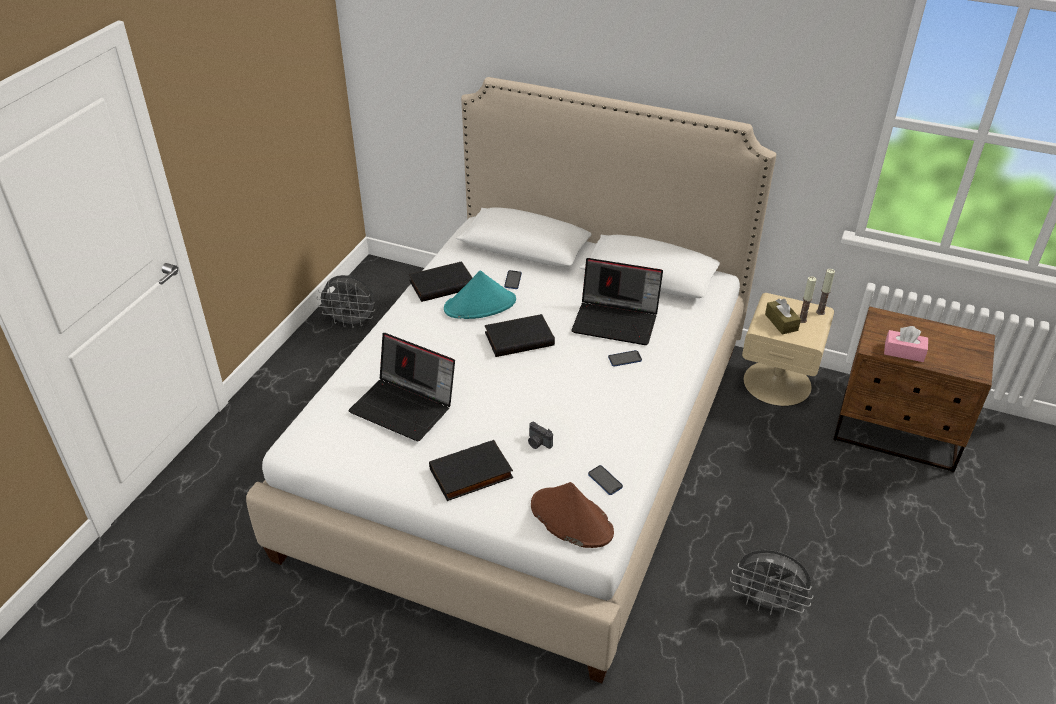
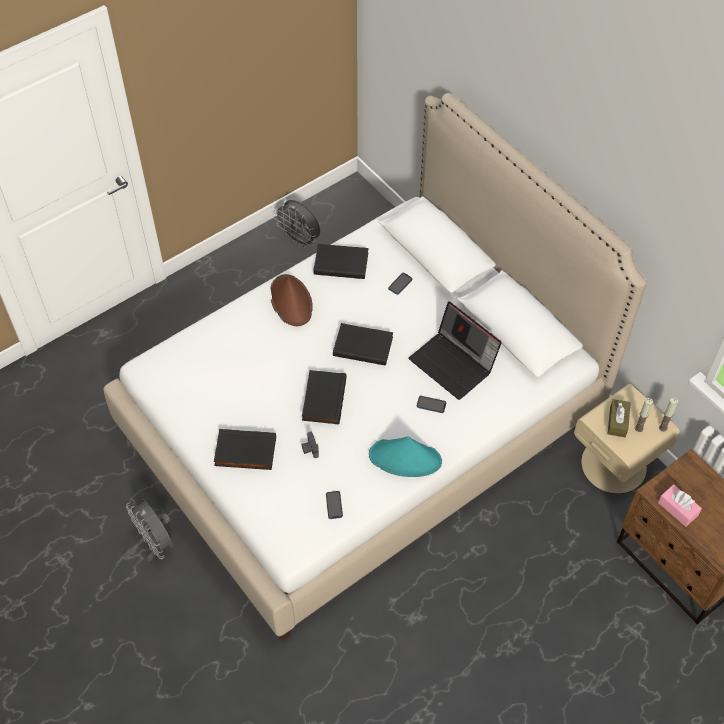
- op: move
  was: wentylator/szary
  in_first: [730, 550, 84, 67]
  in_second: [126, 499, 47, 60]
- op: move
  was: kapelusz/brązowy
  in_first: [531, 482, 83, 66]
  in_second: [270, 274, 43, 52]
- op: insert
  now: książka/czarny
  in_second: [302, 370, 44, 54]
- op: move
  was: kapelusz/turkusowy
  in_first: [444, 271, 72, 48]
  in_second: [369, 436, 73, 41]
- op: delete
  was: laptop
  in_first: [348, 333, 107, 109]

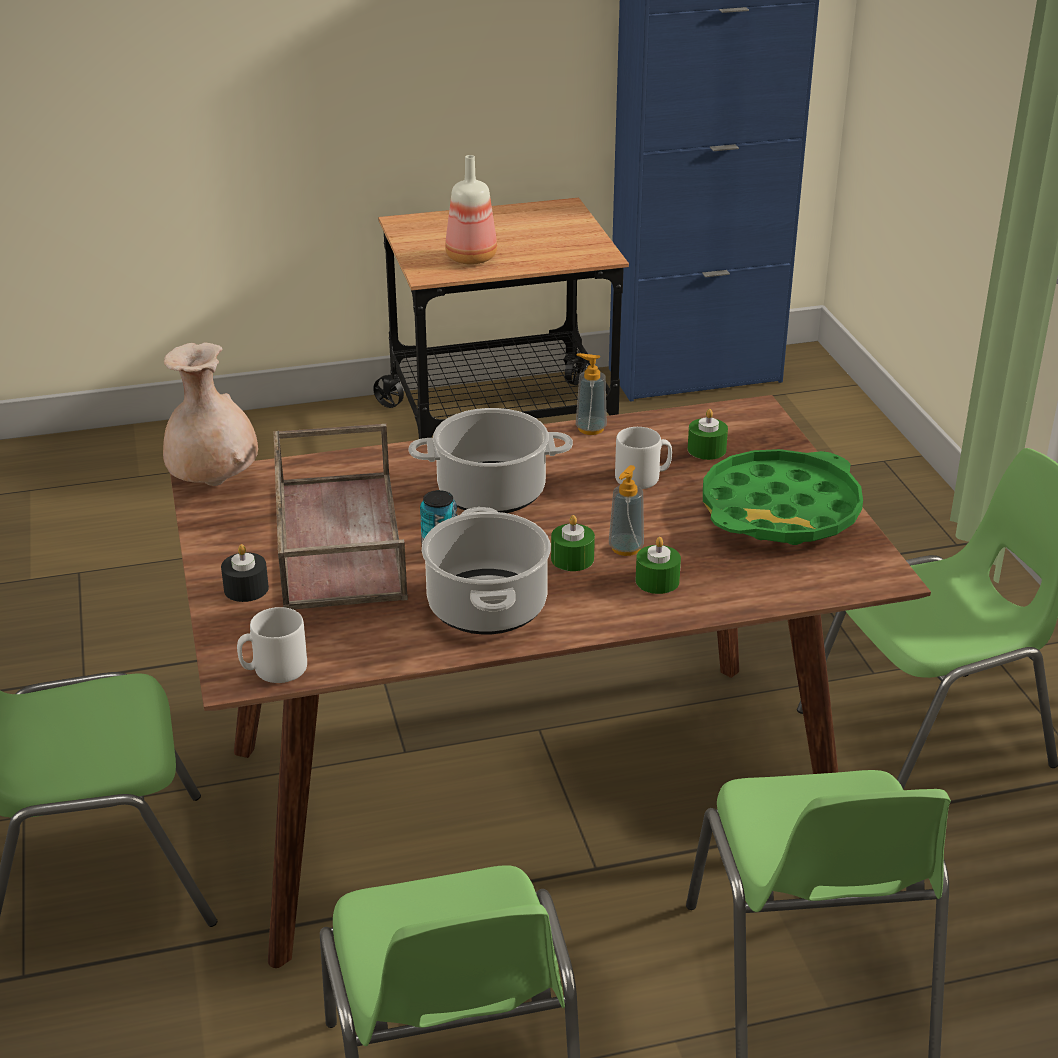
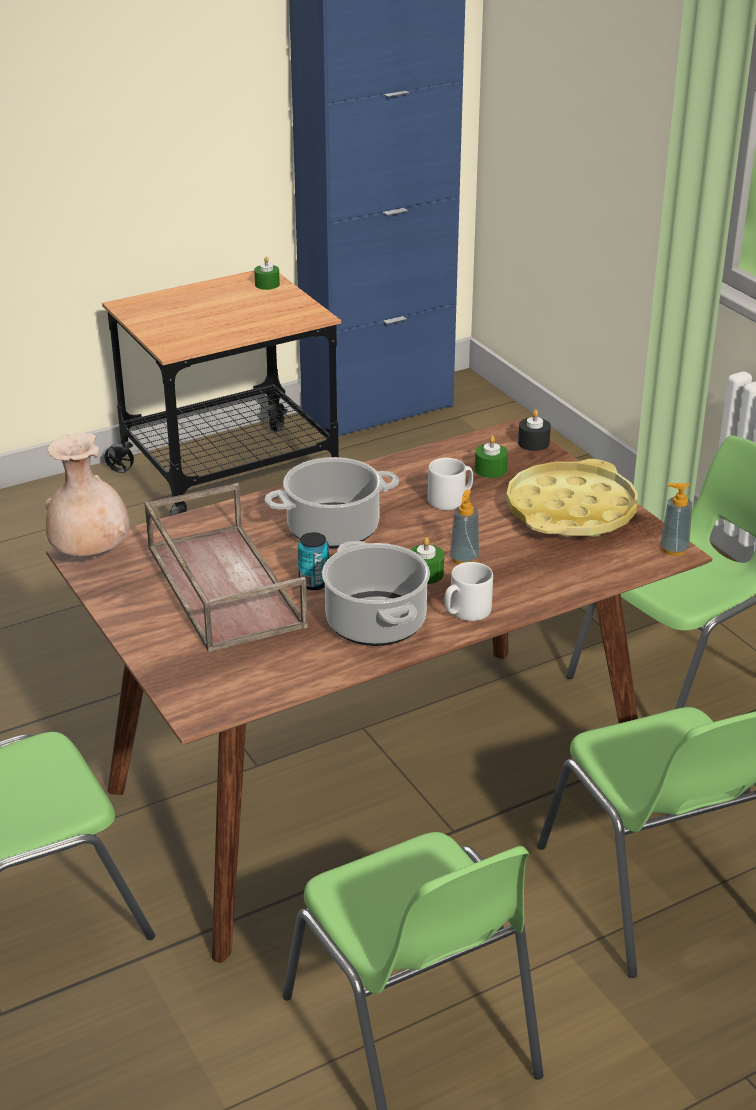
- op: move
  was: świeca/zielony
  in_first: [636, 537, 45, 57]
  in_second: [254, 257, 26, 33]
- op: move
  was: kubek/szary
  in_first: [237, 607, 70, 76]
  in_second: [445, 562, 48, 59]
- op: recolor
  was: taca/zielony
  now: taca/żółty
  in_first: [703, 449, 160, 96]
  in_second: [506, 459, 132, 78]
- op: move
  was: świeca/czarny
  in_first: [221, 544, 48, 58]
  in_second: [518, 410, 33, 41]
- op: move
  was: dozownik mydła
  in_first: [576, 353, 31, 82]
  in_second: [660, 483, 32, 73]
- op: delete
  was: butelka
  in_first: [445, 155, 52, 110]

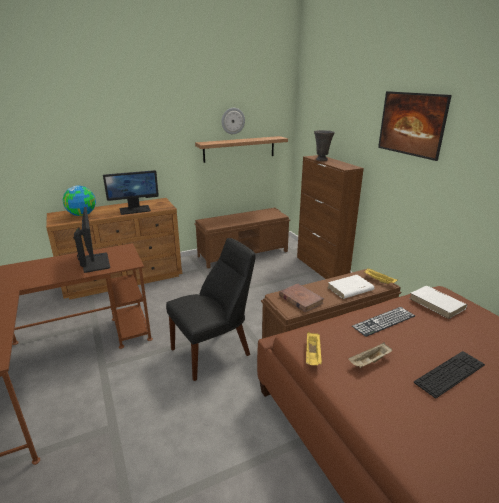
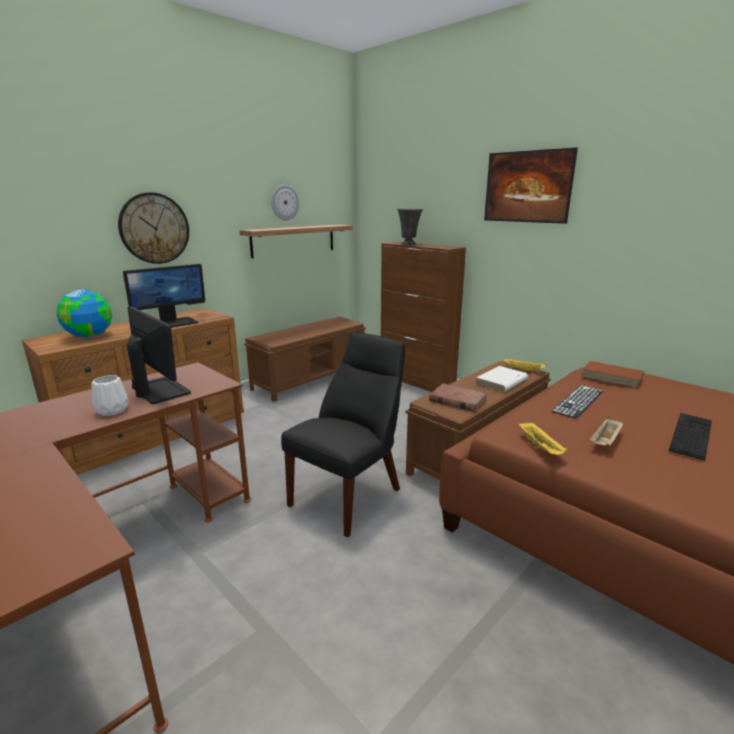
- op: insert
  now: wazon/biały
  in_second: [91, 375, 38, 41]
- op: insert
  now: zegar ścienny
  in_second: [118, 192, 71, 72]
- op: recolor
  was: książka/biały
  now: książka/brązowy
  in_first: [409, 286, 58, 33]
  in_second: [581, 361, 63, 27]

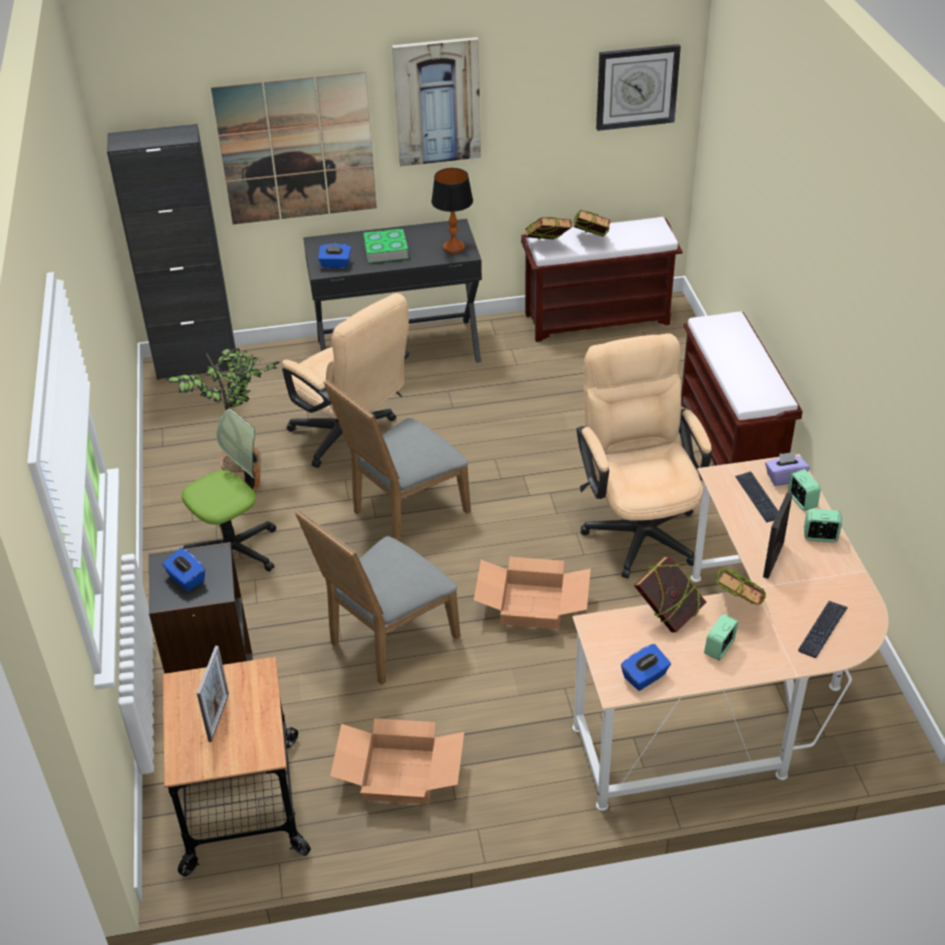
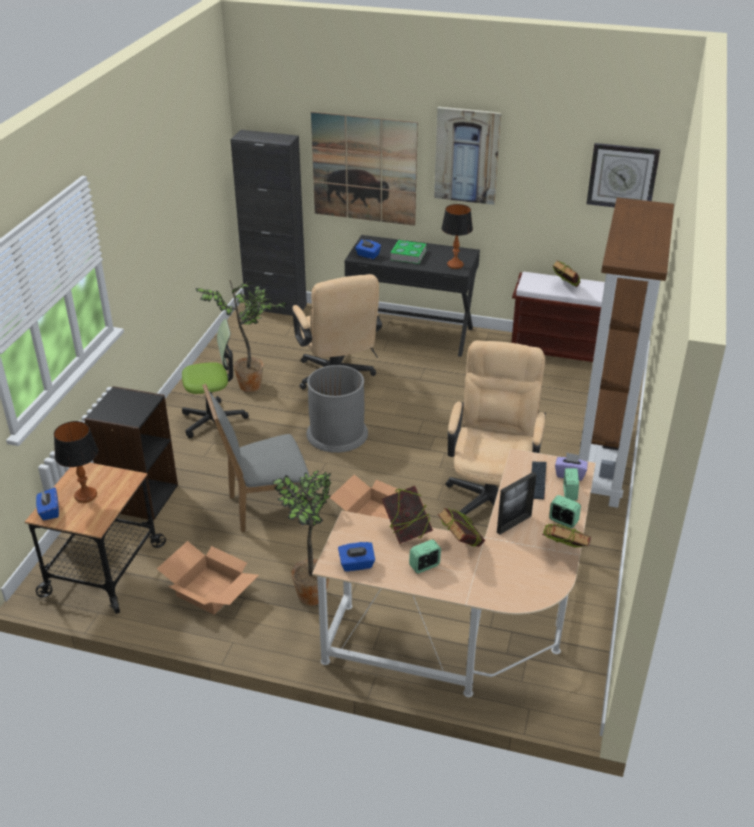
- op: move
  was: pudełko chusteczek/niebieski
  in_first: [162, 548, 43, 43]
  in_second: [36, 487, 23, 33]
- op: replace
  was: ramka na zdjęcie
  now: lampa stołowa
  in_first: [197, 646, 32, 96]
  in_second: [54, 421, 44, 82]
- op: insert
  now: roślina doniczkowa
  in_second: [272, 470, 60, 136]
- op: replace
  was: krzesło/szary
  now: kosz na śmieci/szary
  in_first: [324, 380, 147, 162]
  in_second: [306, 365, 62, 88]
- op: move
  was: książka
  in_first: [525, 216, 47, 24]
  in_second: [542, 524, 49, 23]
- op: replace
  was: ławka/brązowy
  now: regał/brązowy
  in_first: [681, 312, 122, 154]
  in_second: [579, 198, 95, 310]
- op: delete
  was: klawiatura
  in_first: [798, 601, 50, 57]

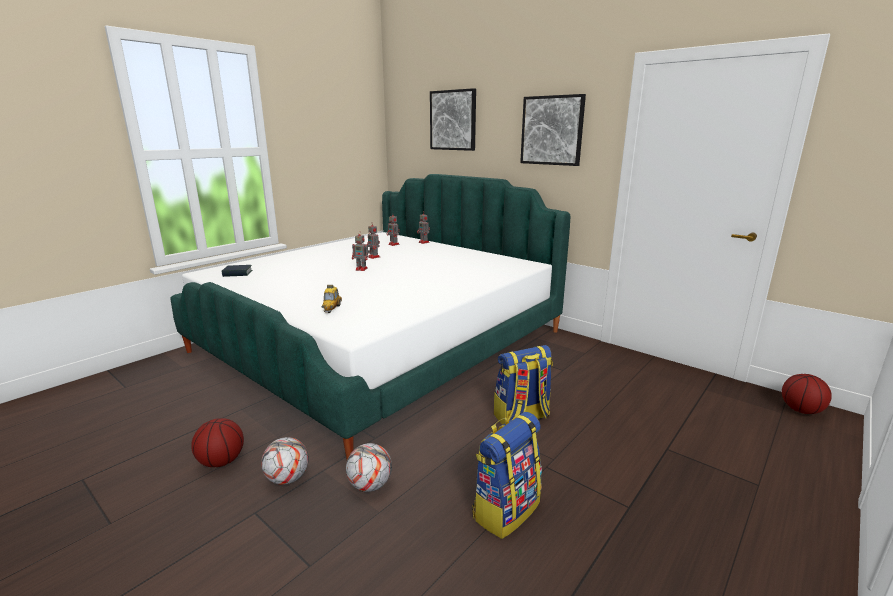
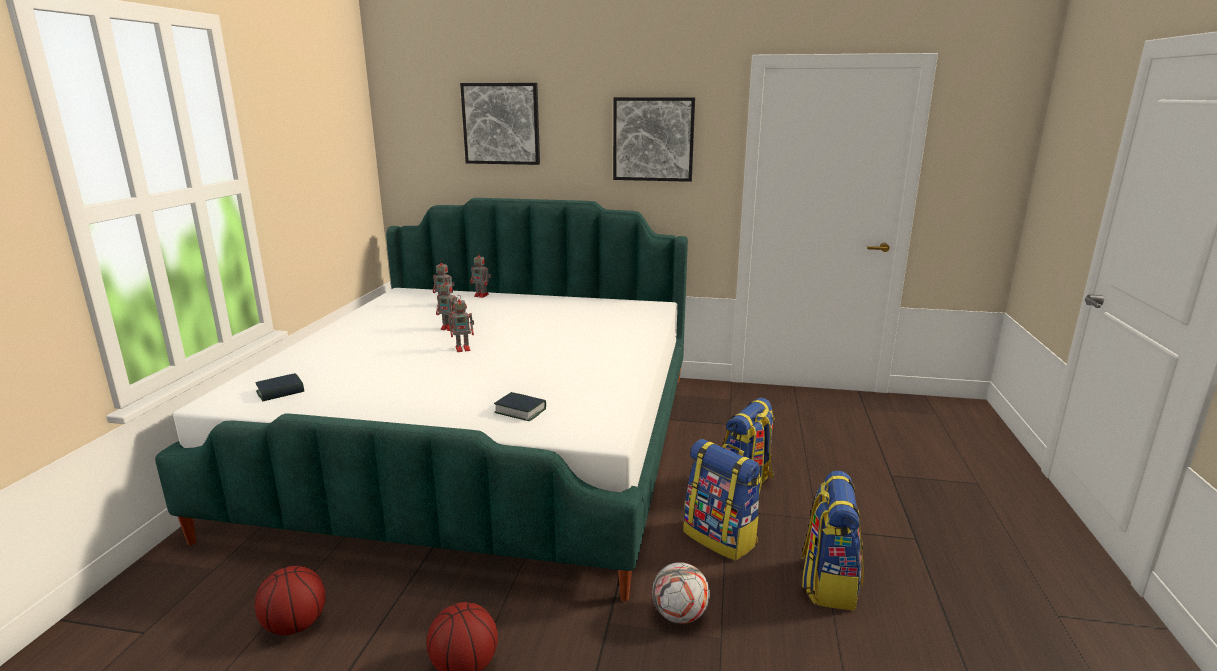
- op: move
  was: piłka do koszykówki
  in_first: [782, 374, 50, 40]
  in_second: [255, 566, 71, 69]
- op: replace
  was: samochodzik
  now: książka
  in_first: [322, 285, 20, 28]
  in_second: [494, 392, 52, 29]
- op: insert
  now: plecak
  in_second: [683, 439, 79, 122]
- op: delete
  was: piłka futbolowa
  in_first: [261, 437, 48, 48]

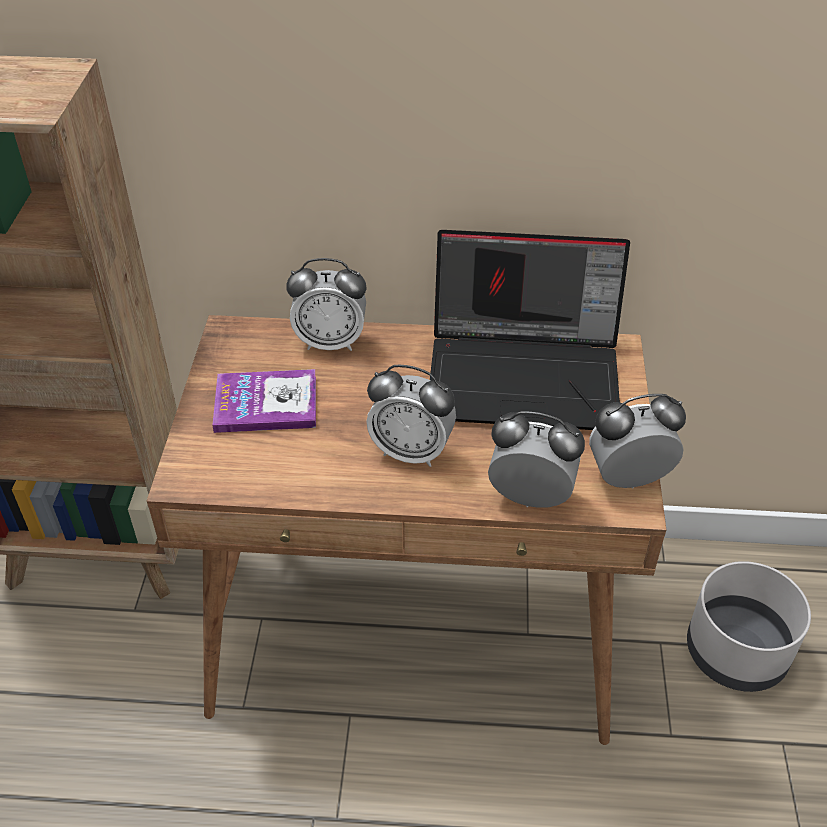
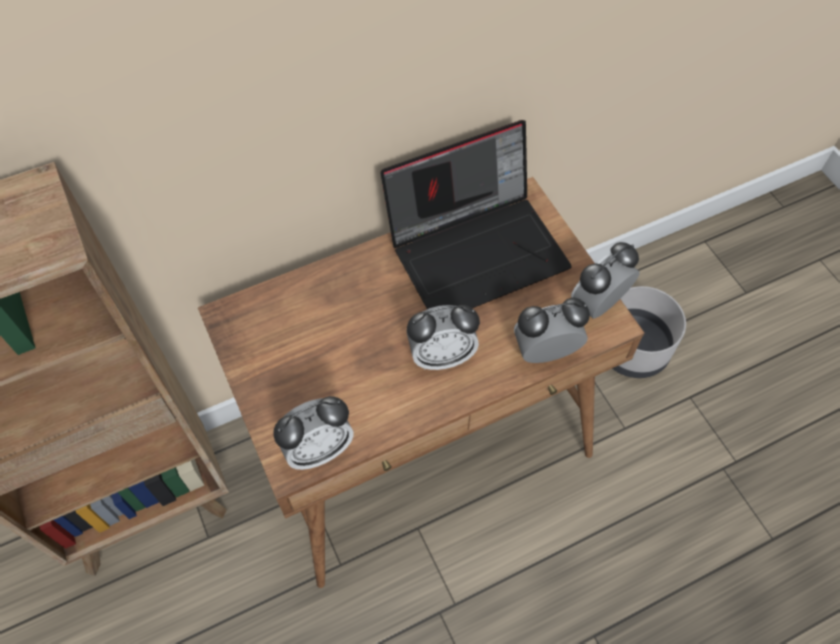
- op: move
  was: budzik
  in_first: [286, 258, 81, 93]
  in_second: [273, 396, 81, 74]
- op: delete
  was: książka
  in_first: [212, 369, 104, 64]

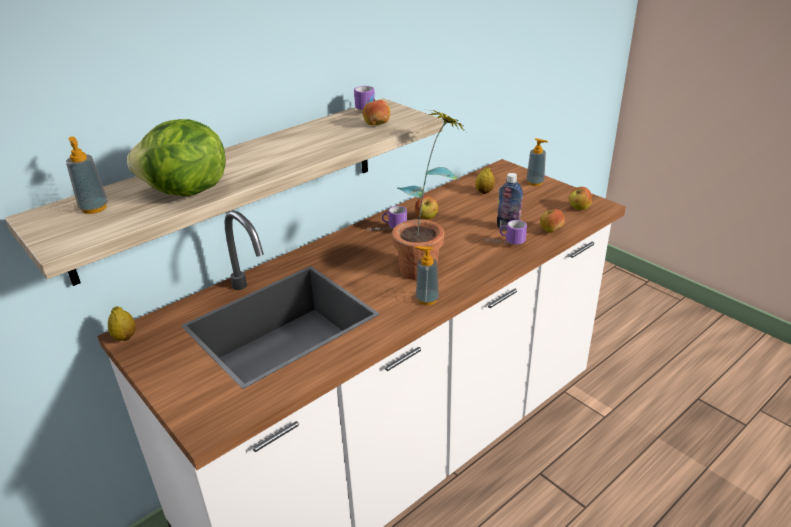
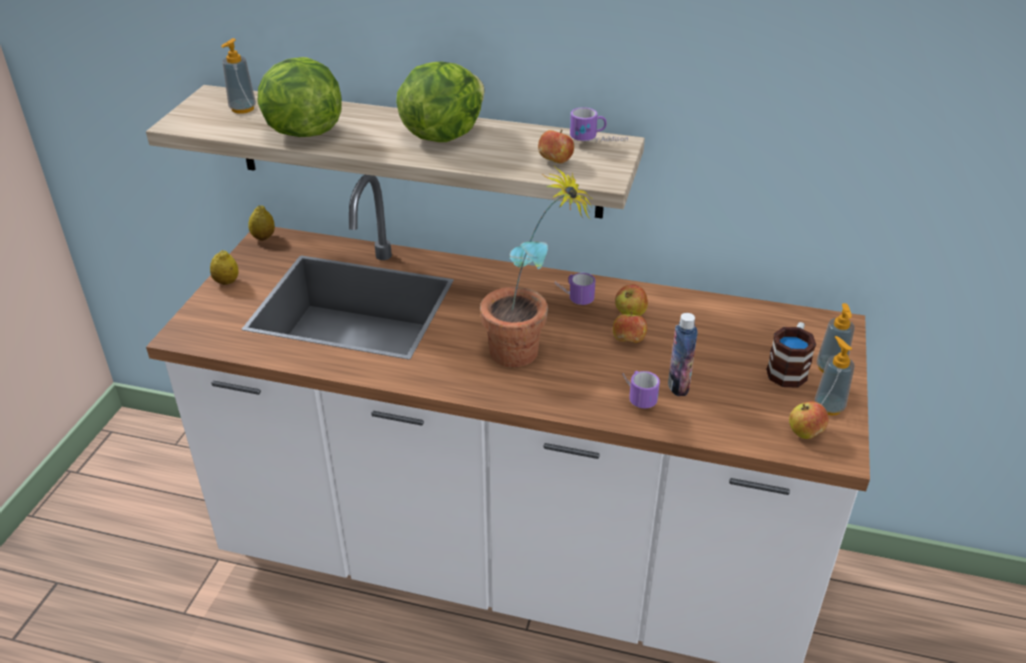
- op: move
  was: cytryna
  in_first: [476, 167, 19, 27]
  in_second: [210, 250, 29, 35]
- op: insert
  now: sałata
  in_second: [396, 61, 89, 81]
- op: move
  was: jabłko
  in_first: [540, 209, 25, 24]
  in_second: [613, 312, 34, 31]
- op: insert
  now: kubek
  in_second: [766, 322, 50, 66]
- op: move
  was: dozownik mydła
  in_first: [415, 246, 24, 59]
  in_second: [815, 336, 40, 79]

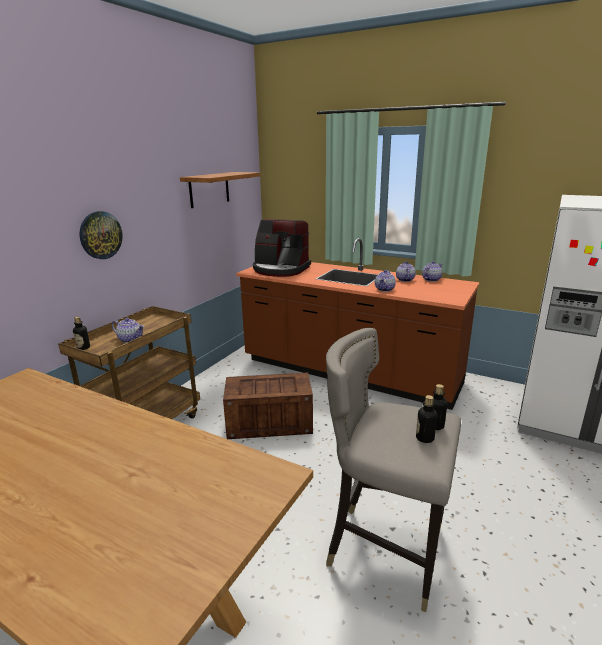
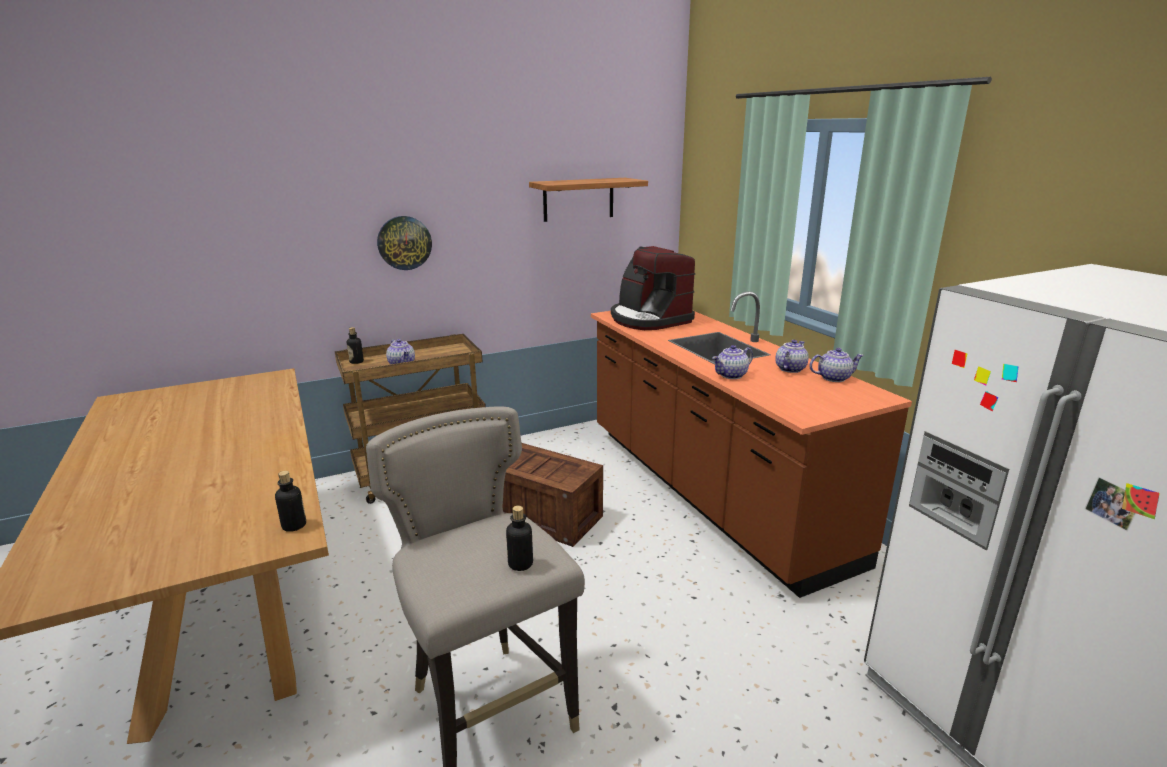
- op: move
  was: butelka
  in_first: [416, 395, 21, 48]
  in_second: [275, 471, 31, 61]

